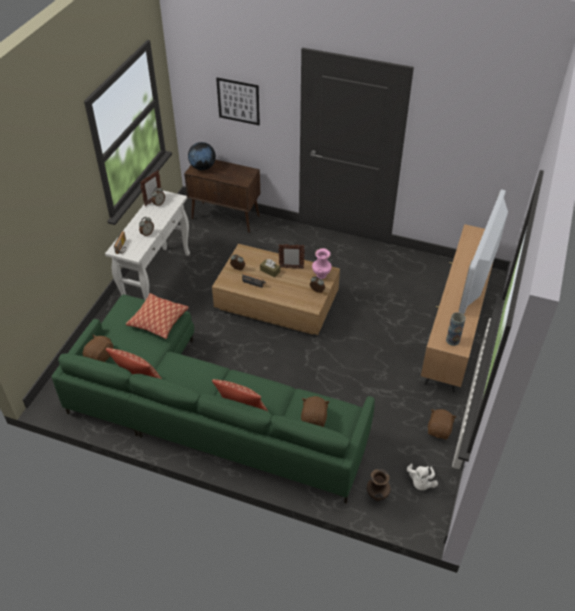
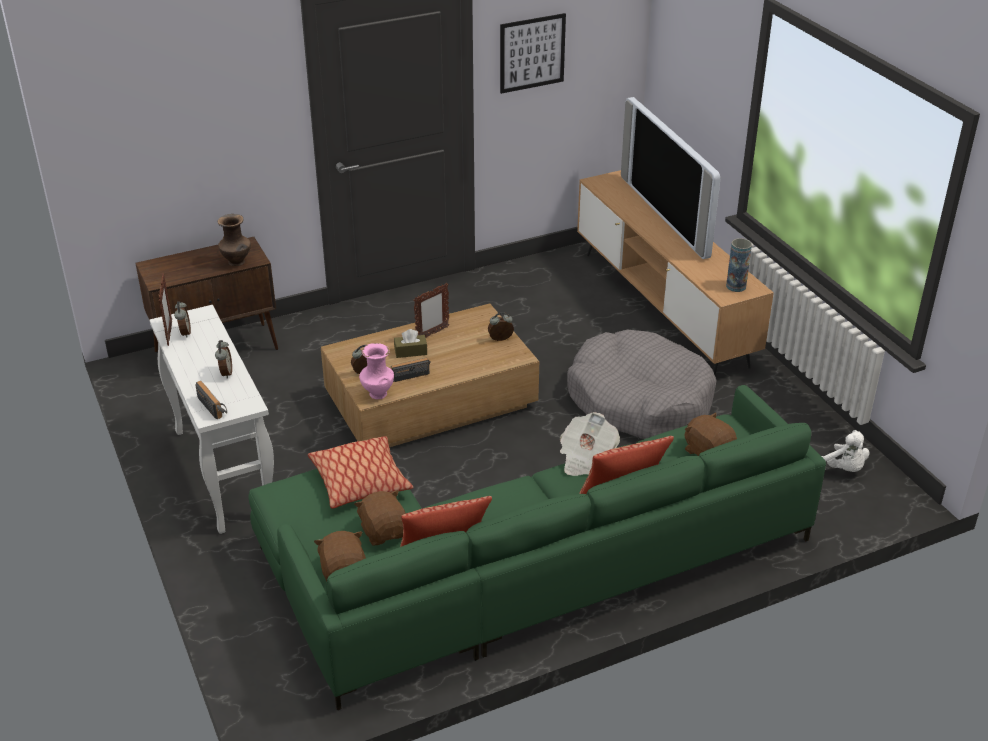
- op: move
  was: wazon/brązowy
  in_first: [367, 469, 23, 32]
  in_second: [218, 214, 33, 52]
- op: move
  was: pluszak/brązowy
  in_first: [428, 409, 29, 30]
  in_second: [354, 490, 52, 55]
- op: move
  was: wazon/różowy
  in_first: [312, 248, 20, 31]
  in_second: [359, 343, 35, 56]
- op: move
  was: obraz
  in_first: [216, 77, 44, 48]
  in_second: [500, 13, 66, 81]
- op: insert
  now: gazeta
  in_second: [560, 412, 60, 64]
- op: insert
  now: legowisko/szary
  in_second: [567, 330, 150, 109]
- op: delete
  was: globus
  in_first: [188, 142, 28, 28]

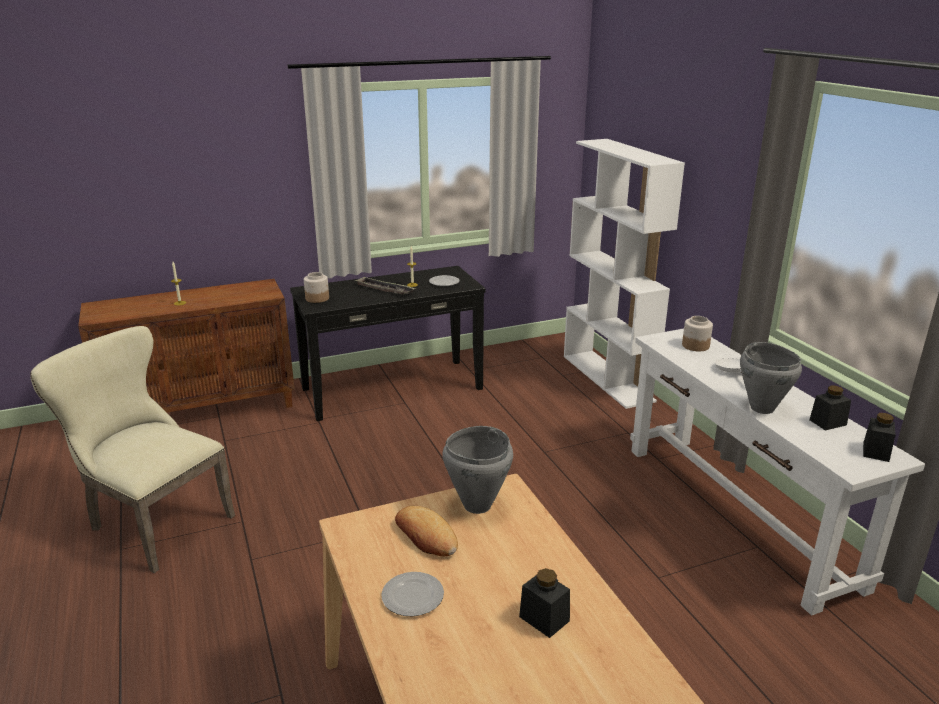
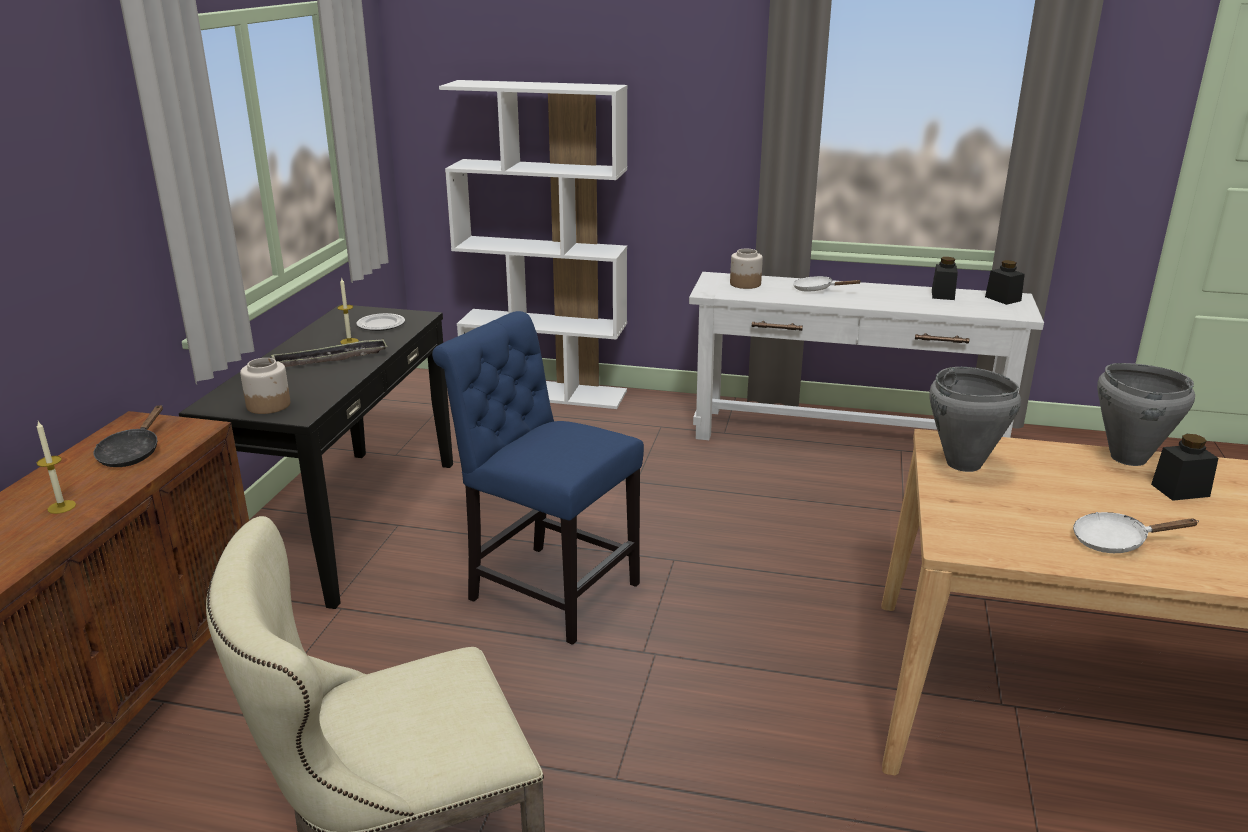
- op: insert
  now: patelnia/czarny
  in_second: [93, 405, 70, 62]
- op: insert
  now: krzesło/niebieski
  in_second: [432, 311, 212, 334]
- op: replace
  was: talerz
  now: patelnia/biały
  in_first: [381, 572, 63, 44]
  in_second: [1073, 512, 126, 41]
- op: move
  was: garnek/szary
  in_first: [740, 342, 62, 72]
  in_second: [1097, 363, 98, 103]
- op: delete
  was: chleb
  in_first: [395, 506, 63, 50]

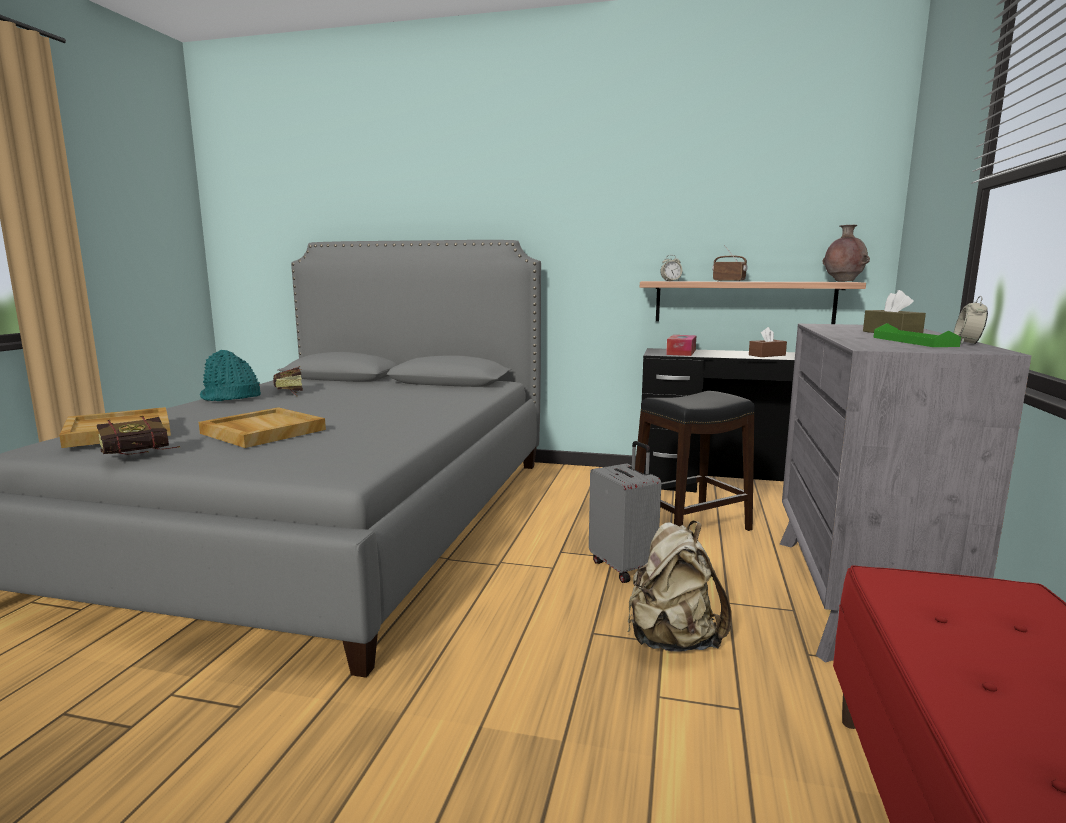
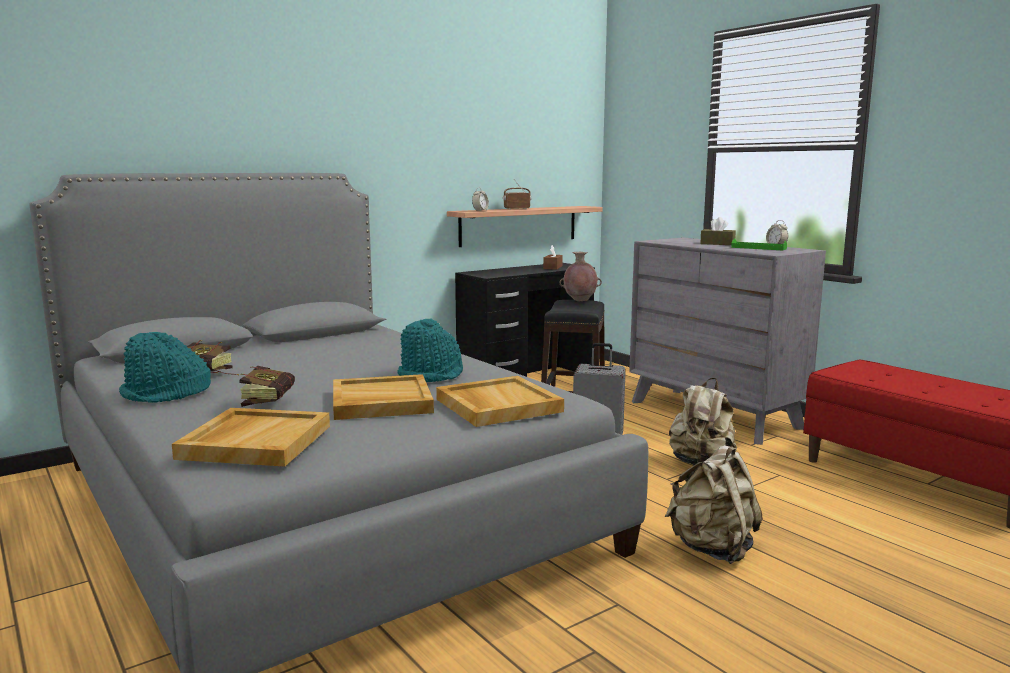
- op: move
  was: książka
  in_first: [97, 416, 83, 39]
  in_second: [239, 366, 56, 41]
- op: insert
  now: kapelusz/turkusowy
  in_second: [397, 318, 66, 64]
- op: insert
  now: taca/beżowy
  in_second: [436, 376, 128, 51]
- op: move
  was: wazon/brązowy
  in_first: [822, 225, 48, 57]
  in_second: [560, 252, 42, 49]
- op: insert
  now: plecak/beżowy
  in_second: [665, 445, 98, 119]
- op: delete
  was: pudełko chusteczek
  in_first: [666, 335, 30, 21]

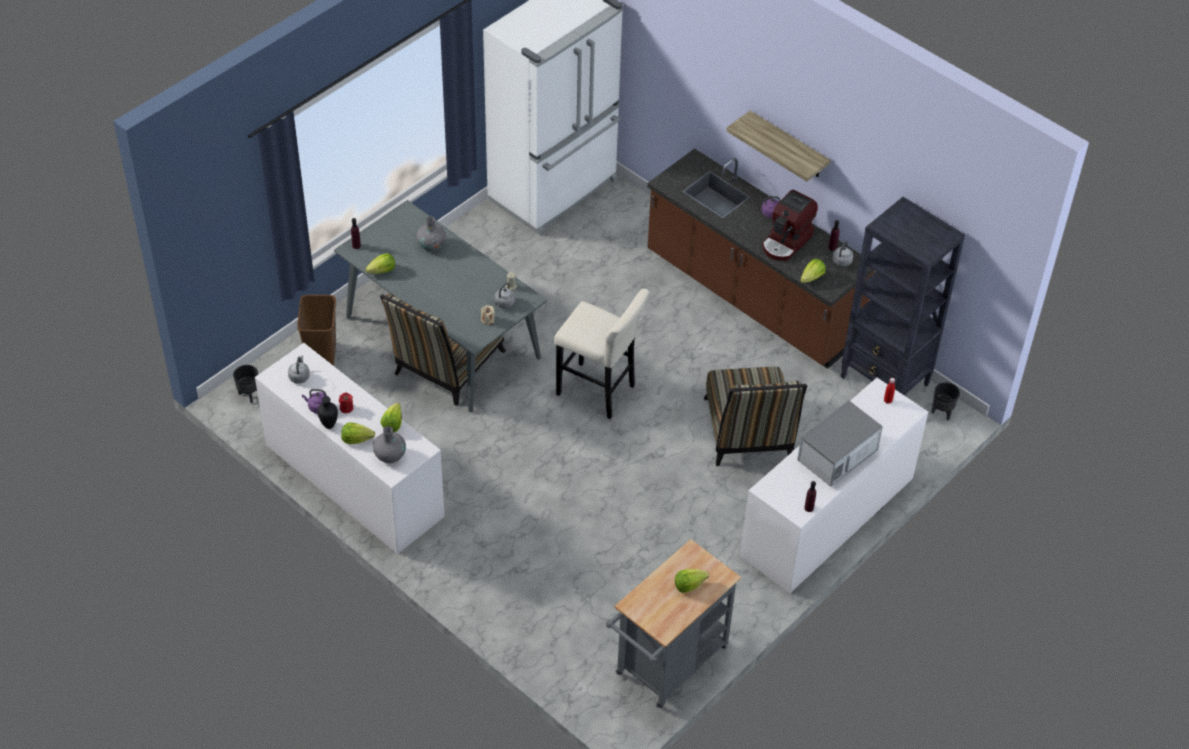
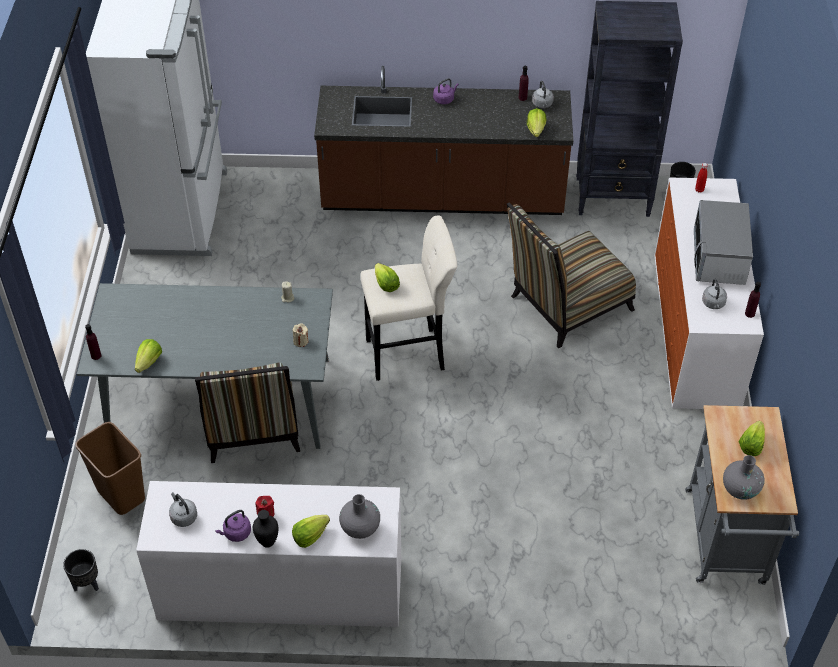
- op: move
  was: sałata
  in_first: [380, 403, 22, 29]
  in_second: [375, 263, 25, 29]
- op: rotate
  was: krzesło
  in_first: [704, 367, 103, 99]
  in_second: [507, 202, 129, 146]
  clockwise: 105
- op: move
  was: czajnik/szary
  in_first: [493, 282, 22, 26]
  in_second: [702, 279, 25, 30]
- op: move
  was: wazon/szary
  in_first: [417, 216, 29, 35]
  in_second: [723, 455, 42, 45]
- op: delete
  was: półka
  in_first: [726, 111, 104, 71]
- op: delete
  was: ekspres do kawy
  in_first: [762, 190, 56, 71]

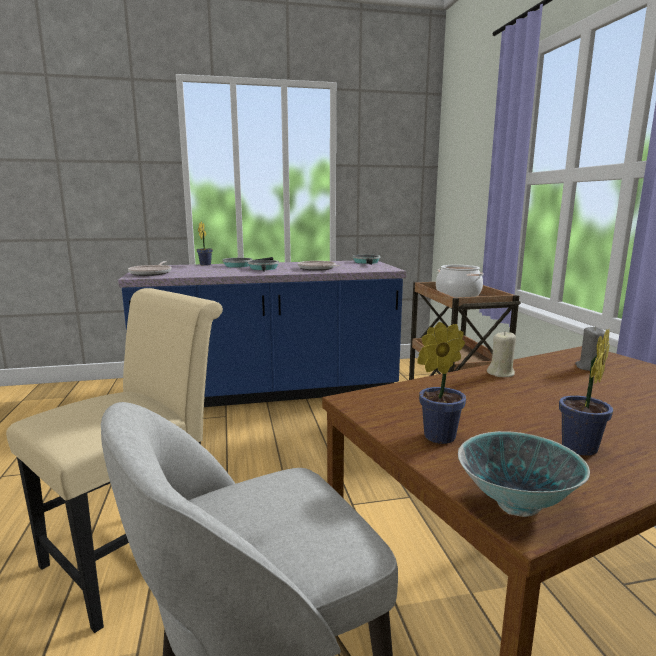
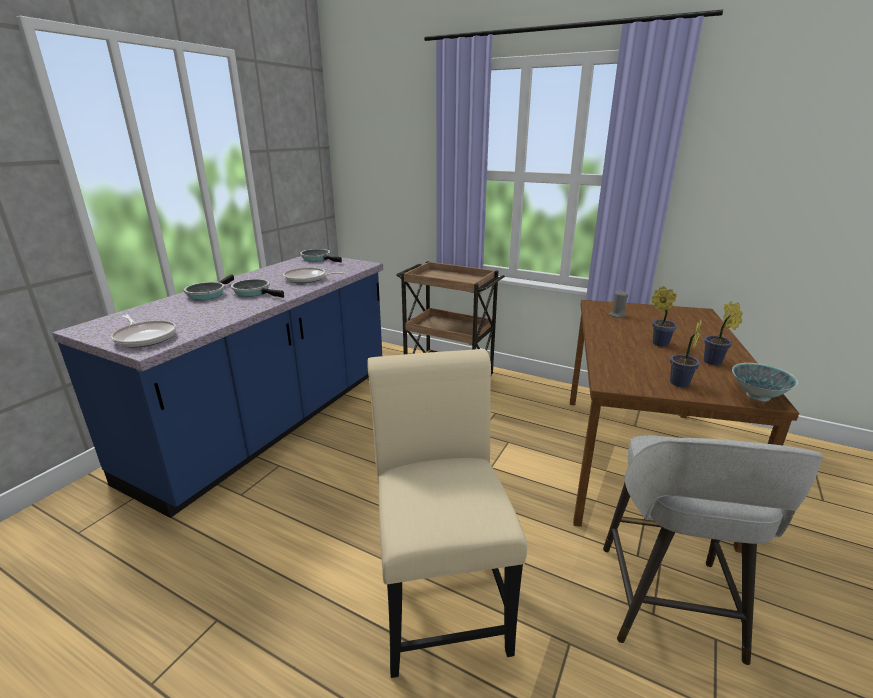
- op: move
  was: roślina doniczkowa
  in_first: [196, 221, 17, 45]
  in_second: [652, 286, 25, 61]
- op: delete
  was: garnek
  in_first: [436, 265, 48, 33]
- op: delete
  was: świeca/beżowy
  in_first: [487, 331, 29, 46]

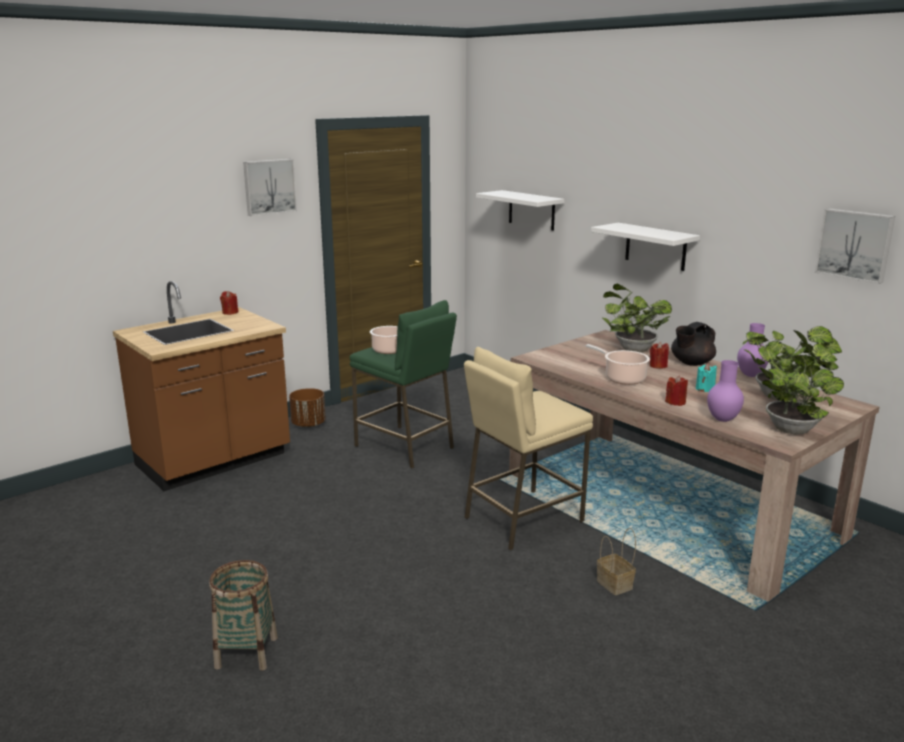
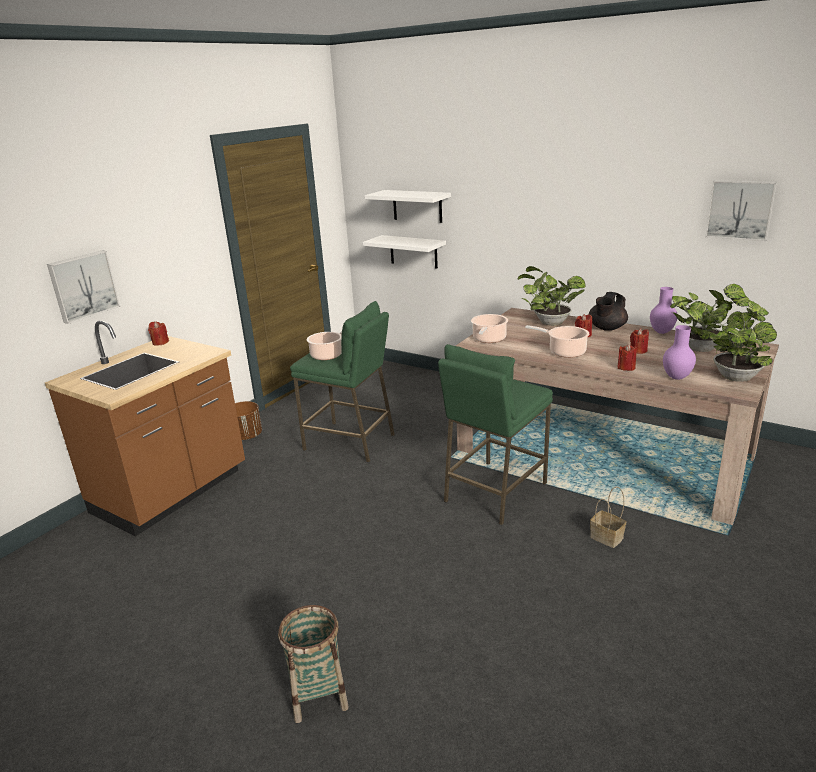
- op: move
  was: obraz
  in_first: [243, 159, 54, 57]
  in_second: [47, 250, 73, 74]
- op: move
  was: półka/biały
  in_first: [591, 223, 109, 48]
  in_second: [363, 235, 83, 33]
- op: recolor
  was: stołek/beżowy
  now: stołek/zielony
  in_first: [464, 347, 129, 204]
  in_second: [438, 344, 115, 181]
- op: insert
  now: garnek
  in_second: [471, 314, 37, 29]
- op: recolor
  was: świeca/turkusowy
  now: świeca/czerwony
  in_first: [696, 363, 21, 29]
  in_second: [630, 328, 19, 26]

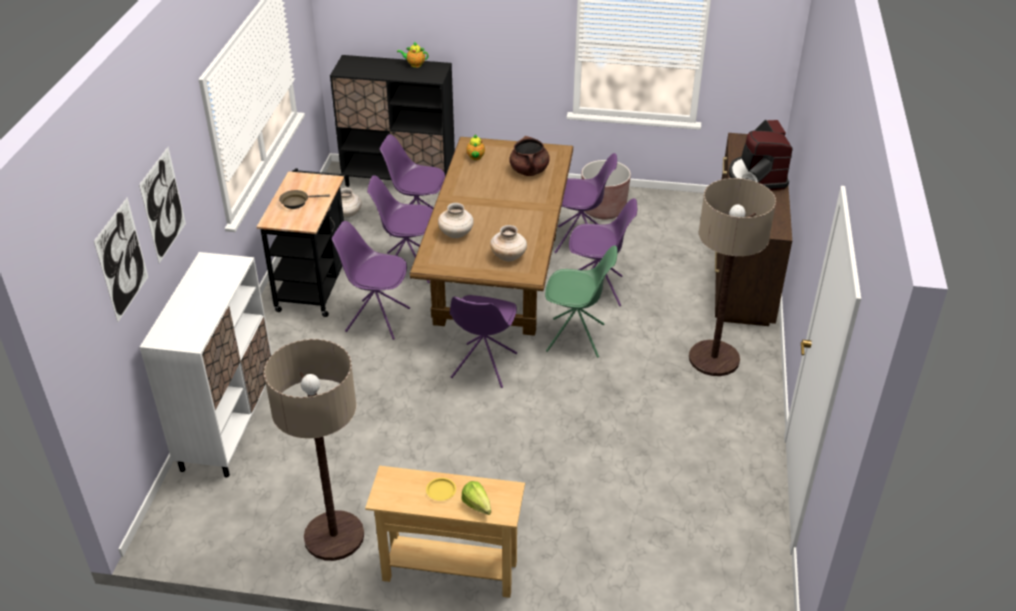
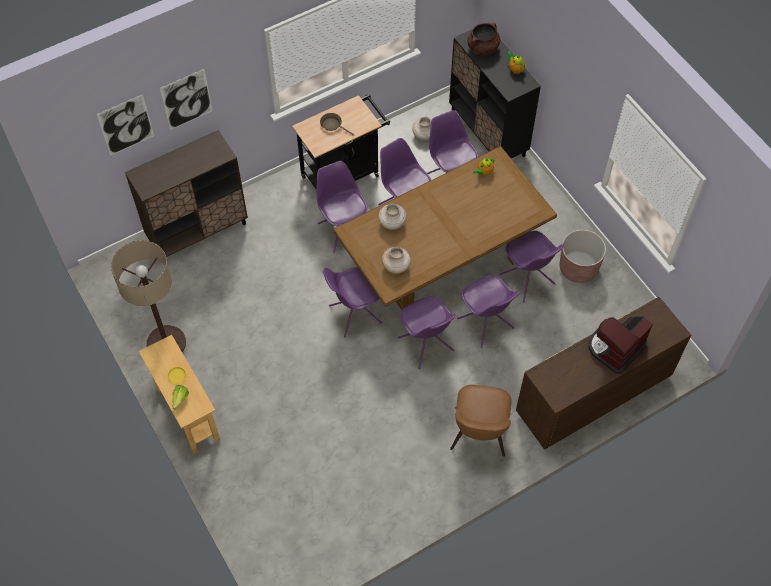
- op: recolor
  was: szafka/biały
  now: szafka/brązowy
  in_first: [140, 252, 132, 226]
  in_second: [125, 130, 123, 127]
- op: recolor
  was: krzesło/zielony
  now: krzesło/fioletowy
  in_first: [545, 245, 73, 113]
  in_second: [398, 296, 58, 73]
- op: replace
  was: lampa stojąca
  now: krzesło/brązowy
  in_first: [689, 178, 87, 198]
  in_second: [450, 385, 61, 72]
- op: move
  was: garnek/brązowy
  in_first: [509, 136, 41, 40]
  in_second: [468, 22, 32, 33]

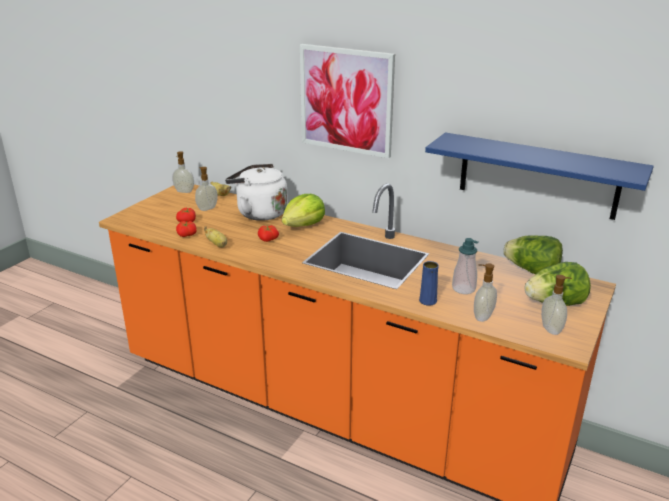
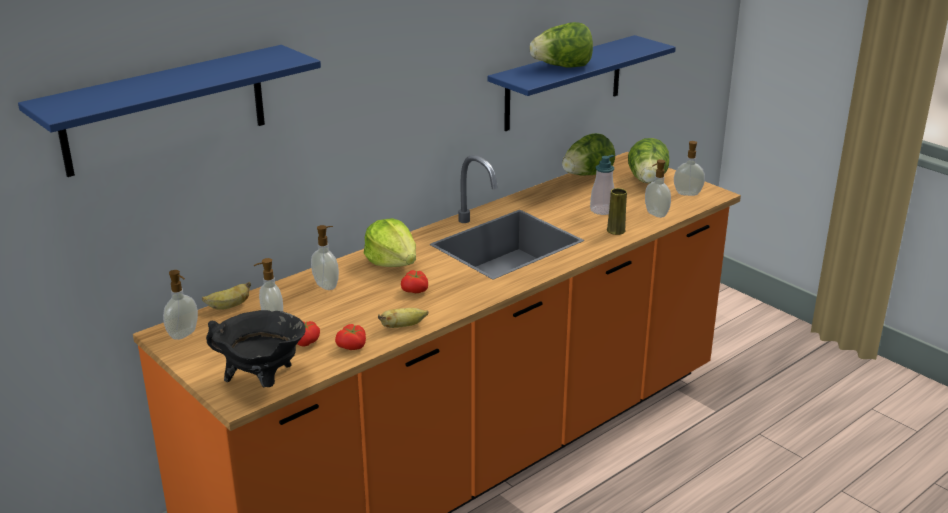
- op: insert
  now: półka/niebieski
  in_second: [18, 45, 303, 132]
- op: insert
  now: garnek/czarny
  in_second: [206, 310, 100, 77]
- op: replace
  was: czajnik/biały
  now: dozownik mydła
  in_first: [225, 164, 63, 57]
  in_second: [311, 225, 28, 65]
- op: insert
  now: sałata
  in_second: [530, 22, 63, 46]
- op: recolor
  was: wazon/niebieski
  now: wazon/żółty
  in_first: [419, 261, 20, 45]
  in_second: [607, 188, 20, 47]
- op: delete
  was: obraz
  in_first: [300, 44, 95, 114]

